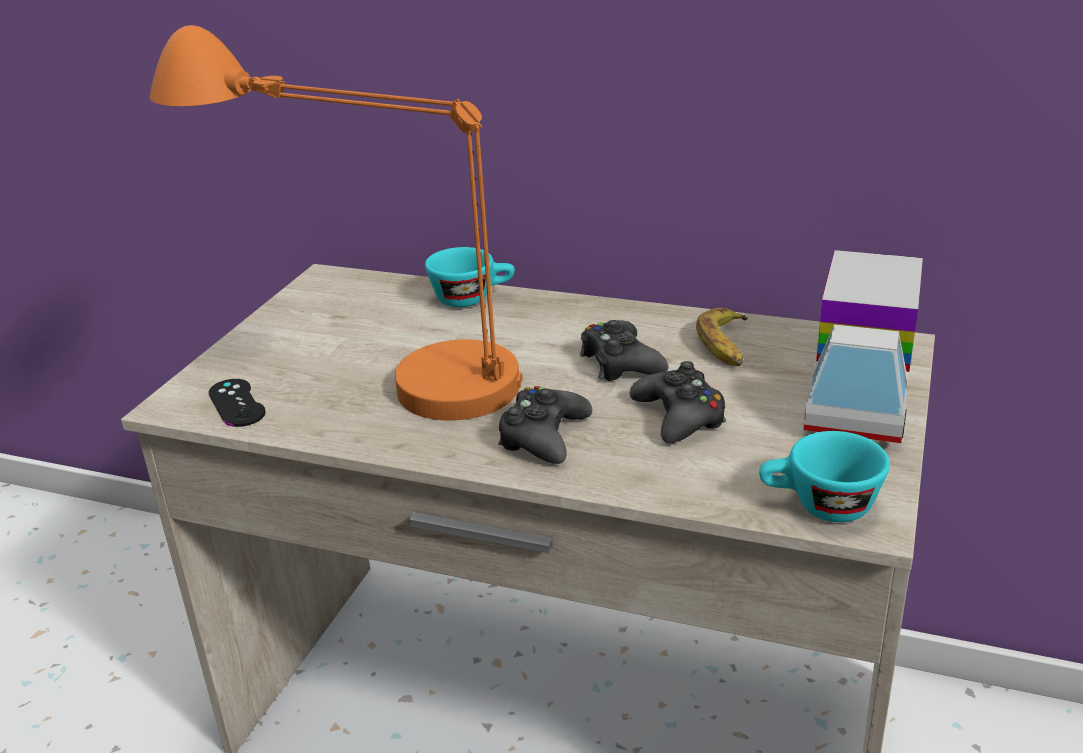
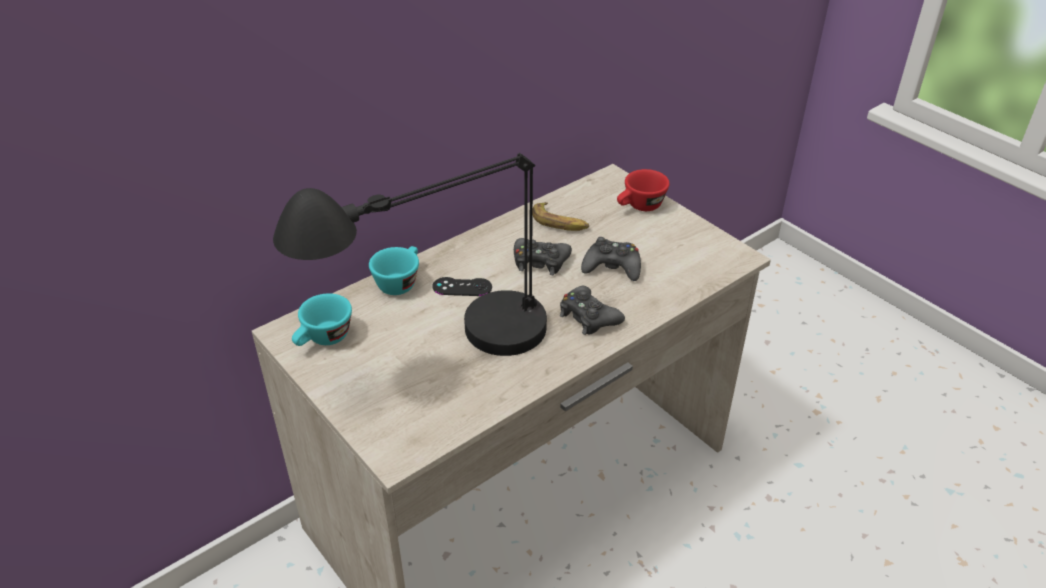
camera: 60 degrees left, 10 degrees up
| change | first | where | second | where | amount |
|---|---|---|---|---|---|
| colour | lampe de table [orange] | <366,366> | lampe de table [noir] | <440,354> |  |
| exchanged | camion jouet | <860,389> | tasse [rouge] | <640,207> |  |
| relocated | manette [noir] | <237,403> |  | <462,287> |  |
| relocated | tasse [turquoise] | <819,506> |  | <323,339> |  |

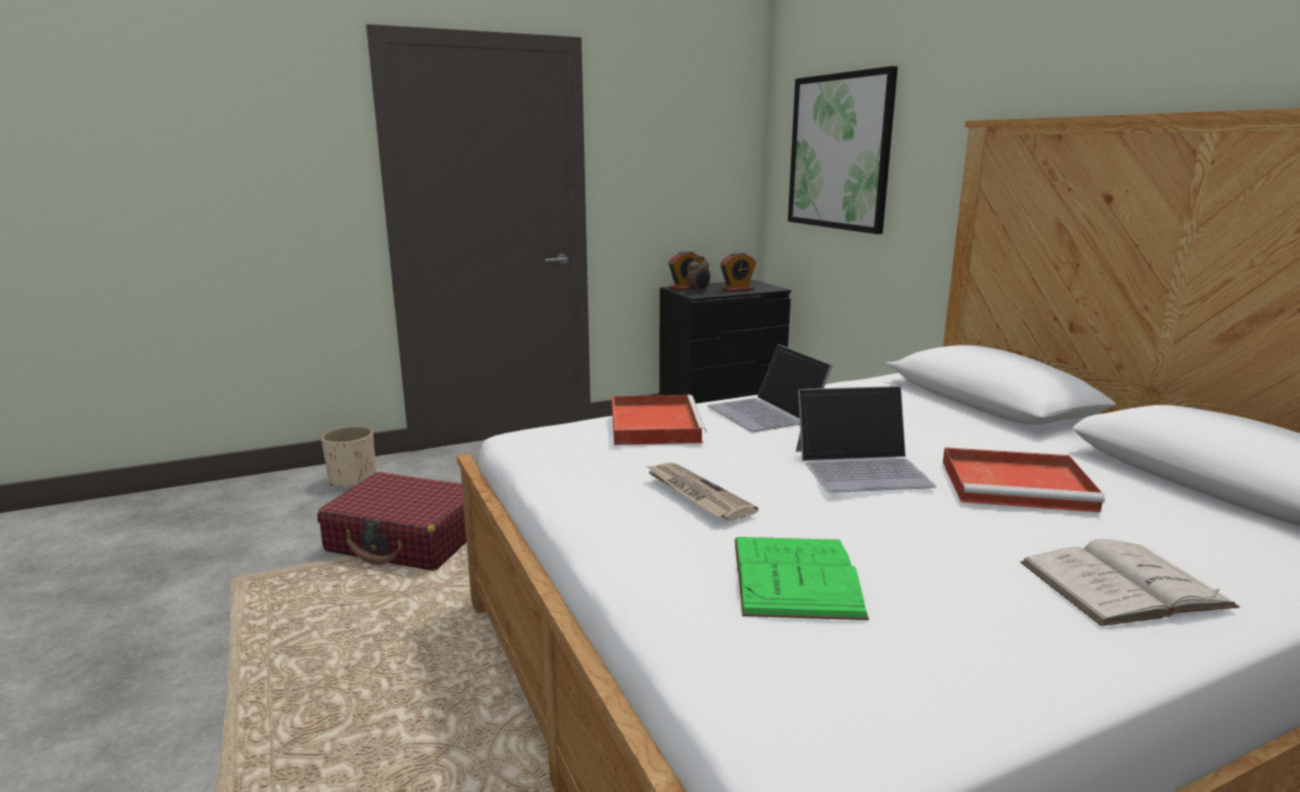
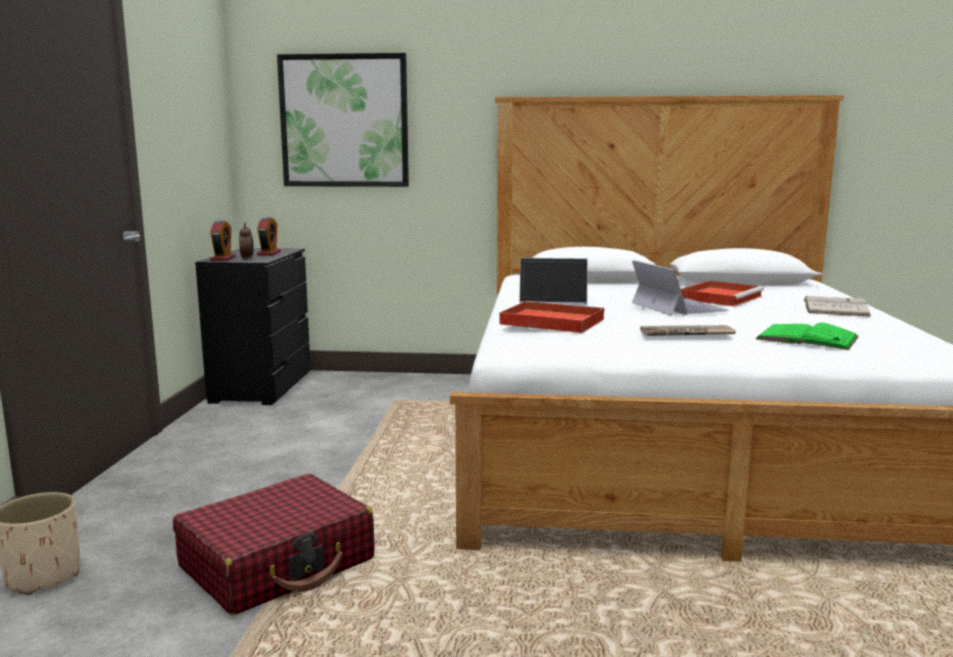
camera: 60 degrees left, 5 degrees down
| change | first | where | second | where | amount |
|---|---|---|---|---|---|
| spun | ordinateur portable | <862,467> |  | <677,307> | 45 degrees counterclockwise |

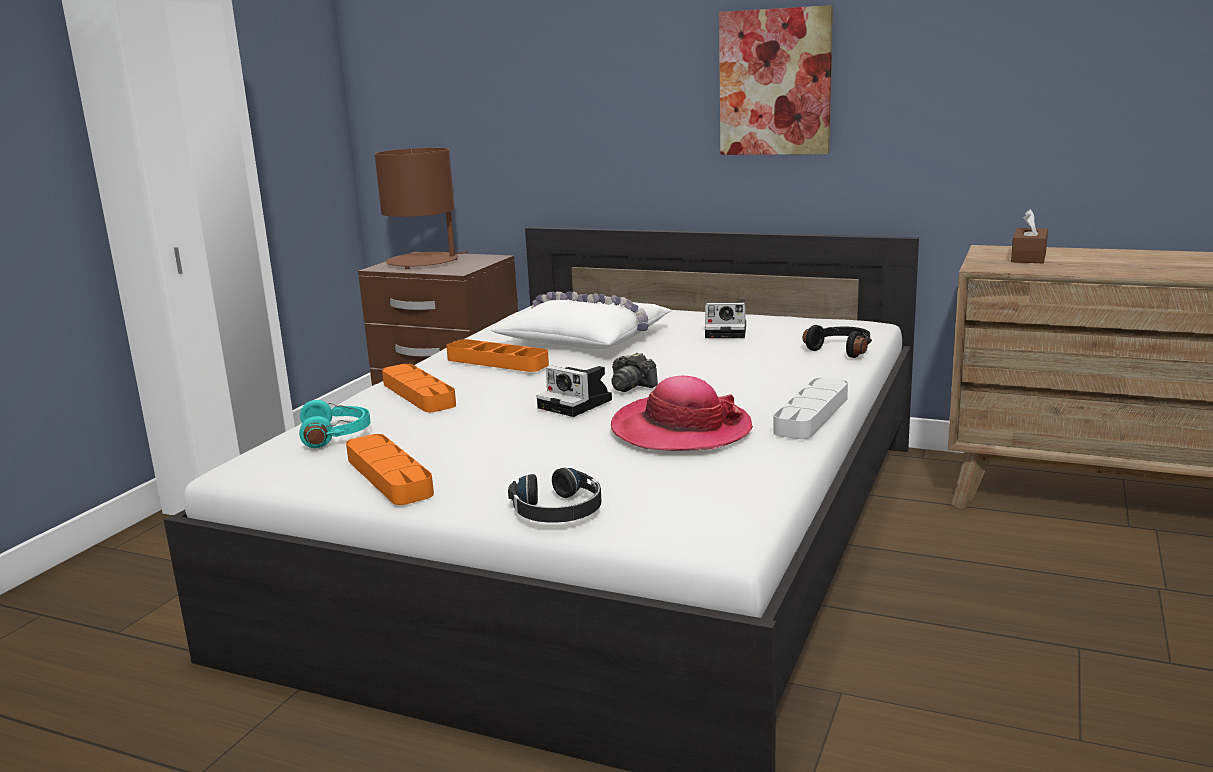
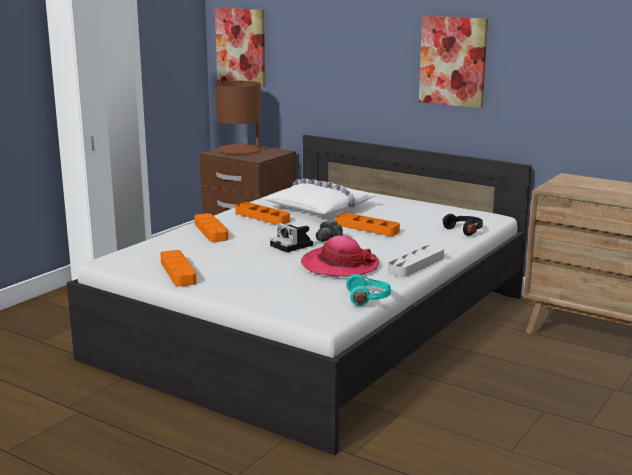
camera: 10 degrees right, 0 degrees up
| change | first | where | second | where | amount |
|---|---|---|---|---|---|
| missing | boîte à mouchoirs [marron] | <1028,257> |  |  |  |
| missing | appareil photo | <728,331> |  |  |  |
| relocated | casque audio [turquoise] | <336,435> |  | <369,298> |  |
| missing | casque audio [noir] | <558,510> |  |  |  |
| appeared |  |  | tableau | <241,46> |  |
| appeared |  |  | plateau [orange] | <367,228> |  |

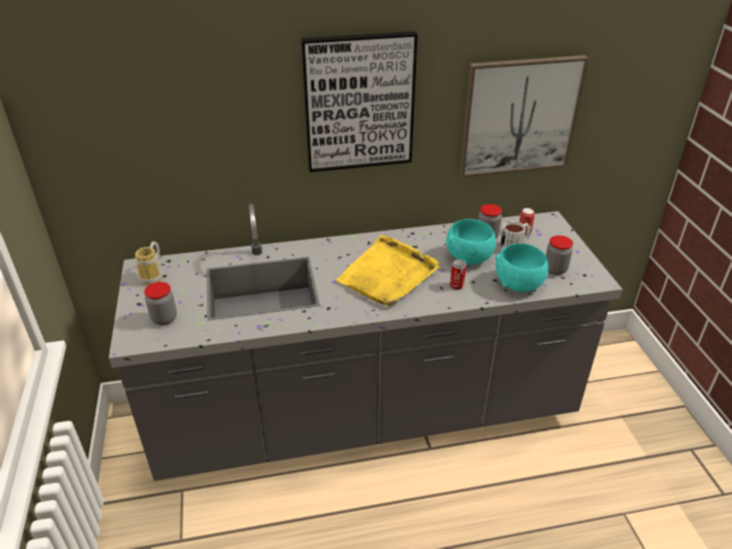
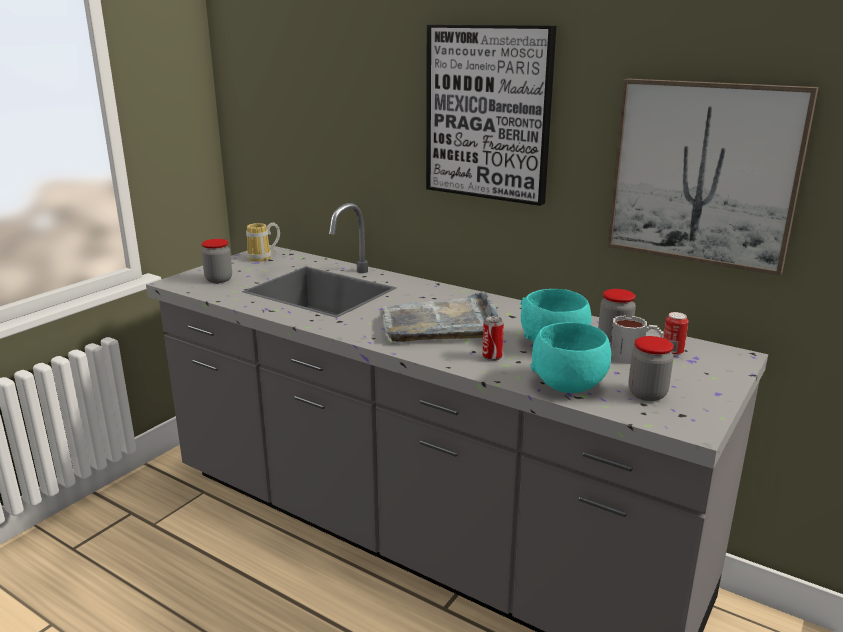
camera: 45 degrees right, 15 degrees down
| change | first | where | second | where | amount |
|---|---|---|---|---|---|
| colour | plateau [jaune] | <388,274> | plateau [gris] | <440,323> |  |

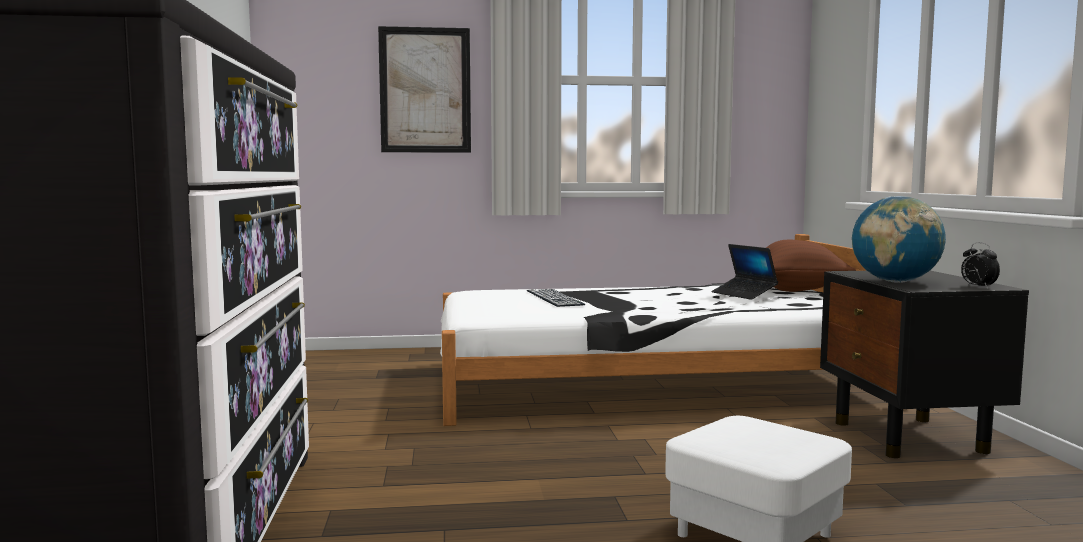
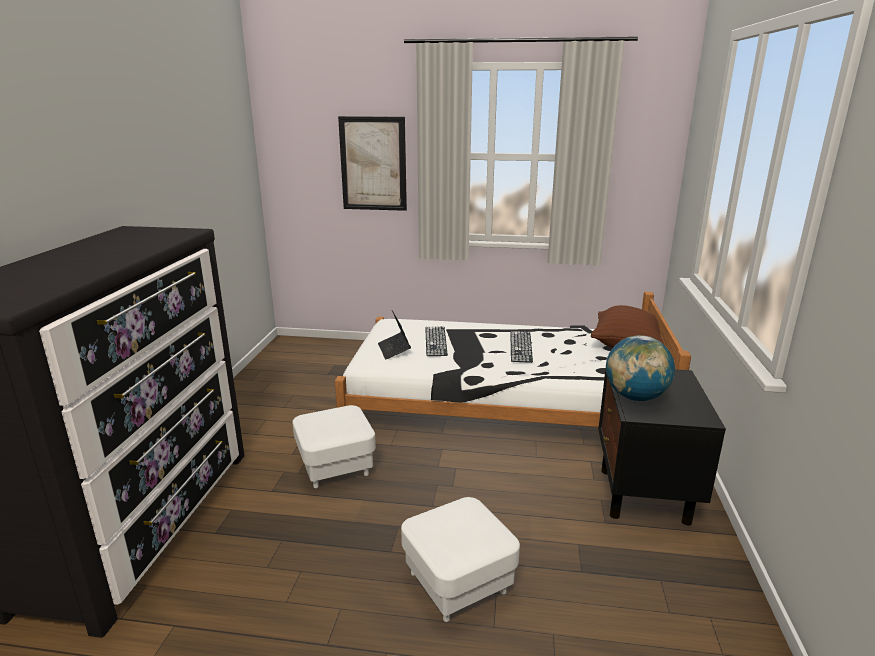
camera: 15 degrees right, 15 degrees up
| change | first | where | second | where | amount |
|---|---|---|---|---|---|
| missing | réveil | <977,287> |  |  |  |
| relocated | ordinateur portable | <744,294> |  | <394,350> |  |
| appeared |  |  | clavier | <521,346> |  |
| appeared |  |  | pouf [blanc] | <336,466> |  |

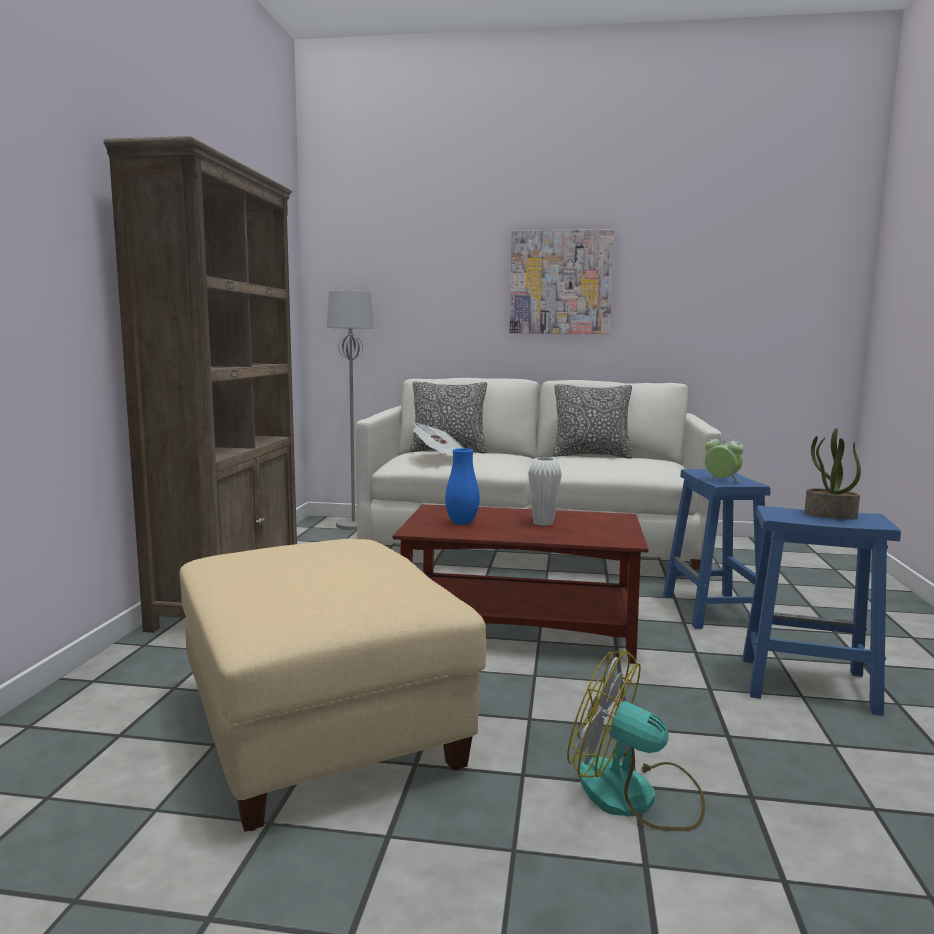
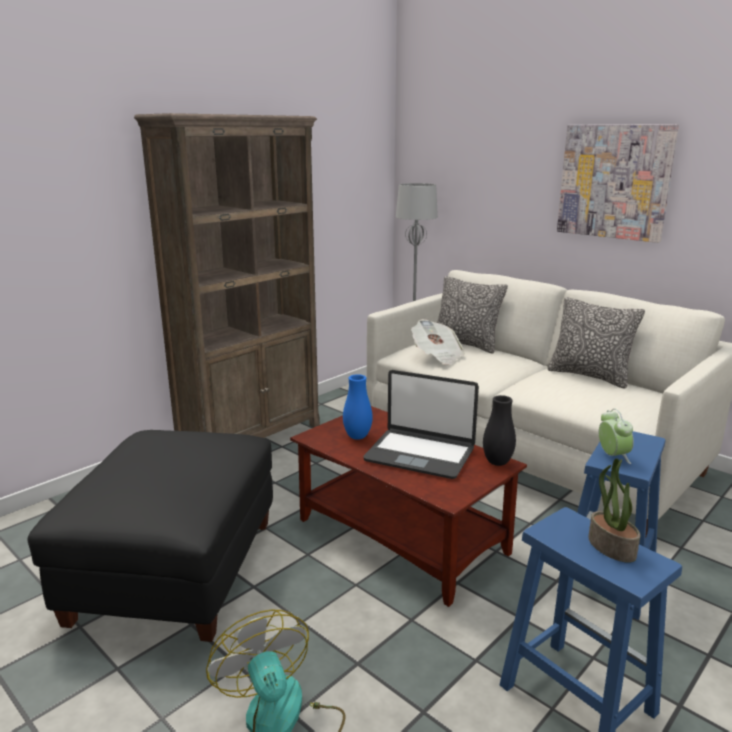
camera: 35 degrees right, 10 degrees up
| change | first | where | second | where | amount |
|---|---|---|---|---|---|
| exchanged | vase [blanc] | <543,523> | ordinateur portable | <420,454> |  |
| colour | pouf [beige] | <322,729> | pouf [noir] | <176,572> |  |
| appeared |  |  | vase [noir] | <497,462> |  |

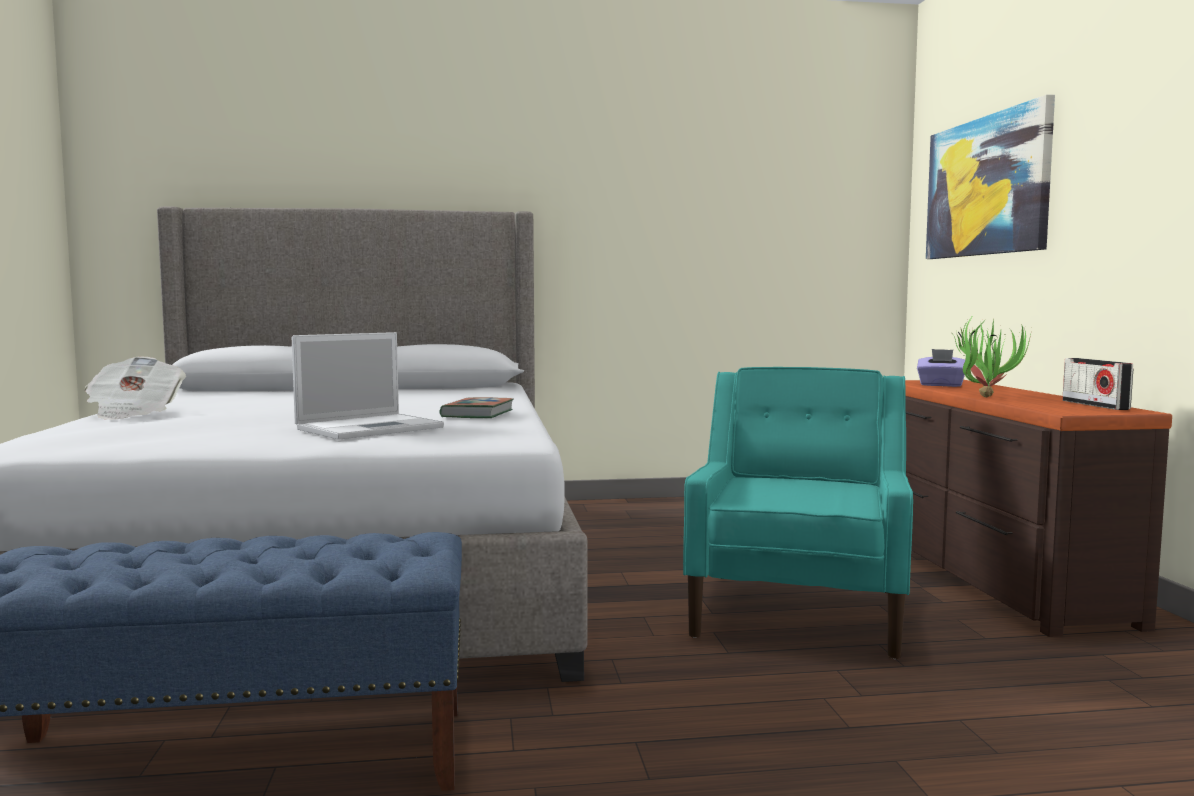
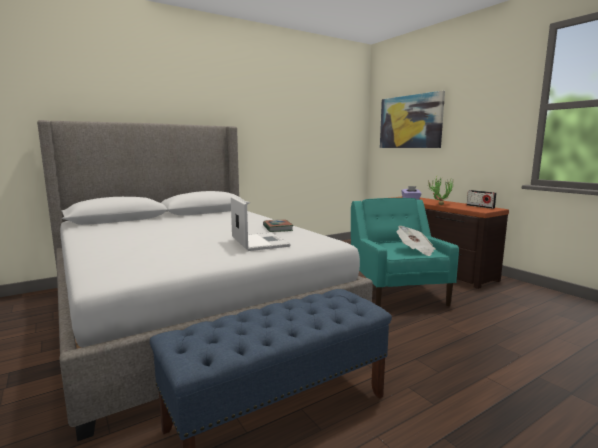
camera: 25 degrees left, 5 degrees up
| change | first | where | second | where | amount |
|---|---|---|---|---|---|
| spun | ordinateur portable | <372,428> |  | <259,242> | 45 degrees counterclockwise |
| relocated | journal | <134,413> |  | <415,251> |  |

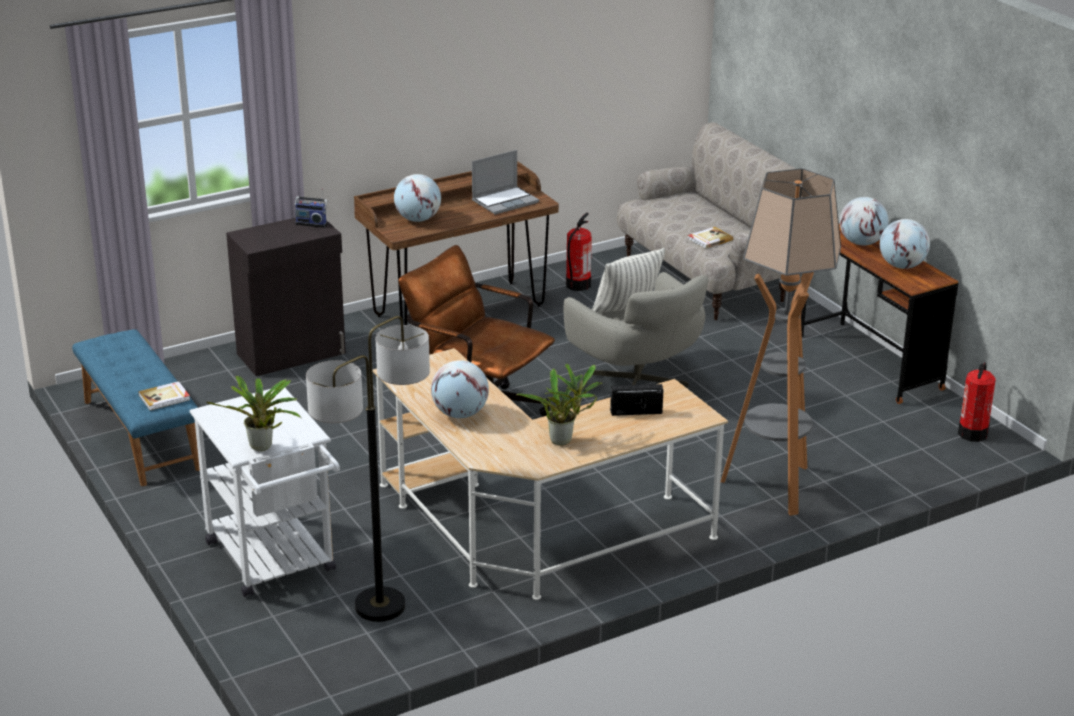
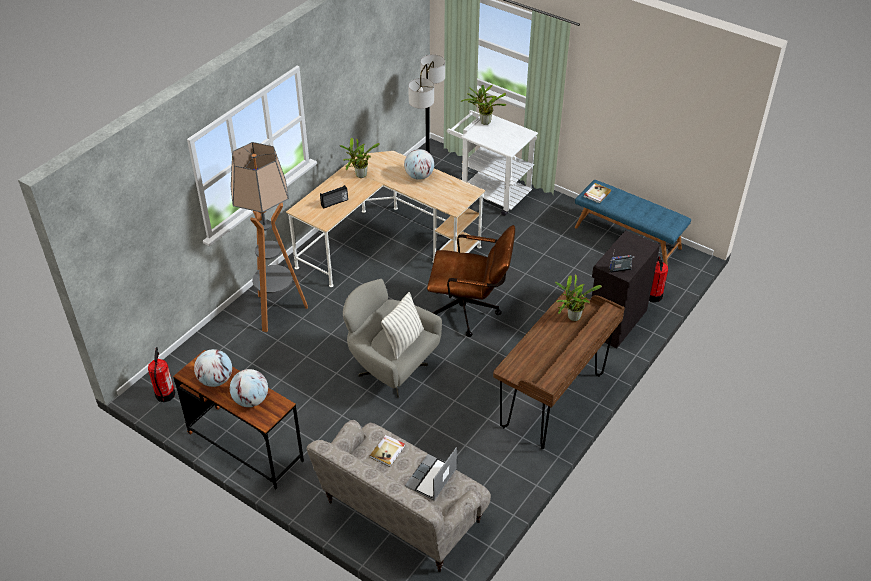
camera: 155 degrees right, 15 degrees up
| change | first | where | second | where | amount |
|---|---|---|---|---|---|
| relocated | ordinateur portable | <505,201> |  | <431,479> |  |
| exchanged | globe | <418,219> | plante en pot | <572,318> |  |
| relocated | extincteur | <577,285> |  | <653,295> |  |

